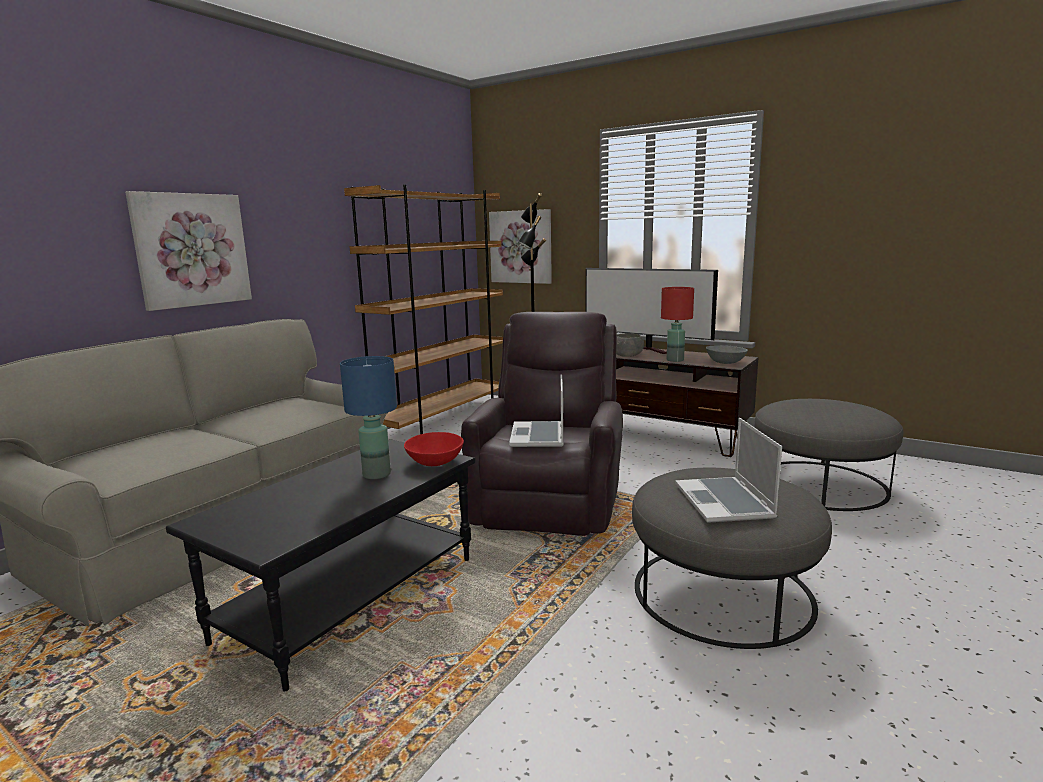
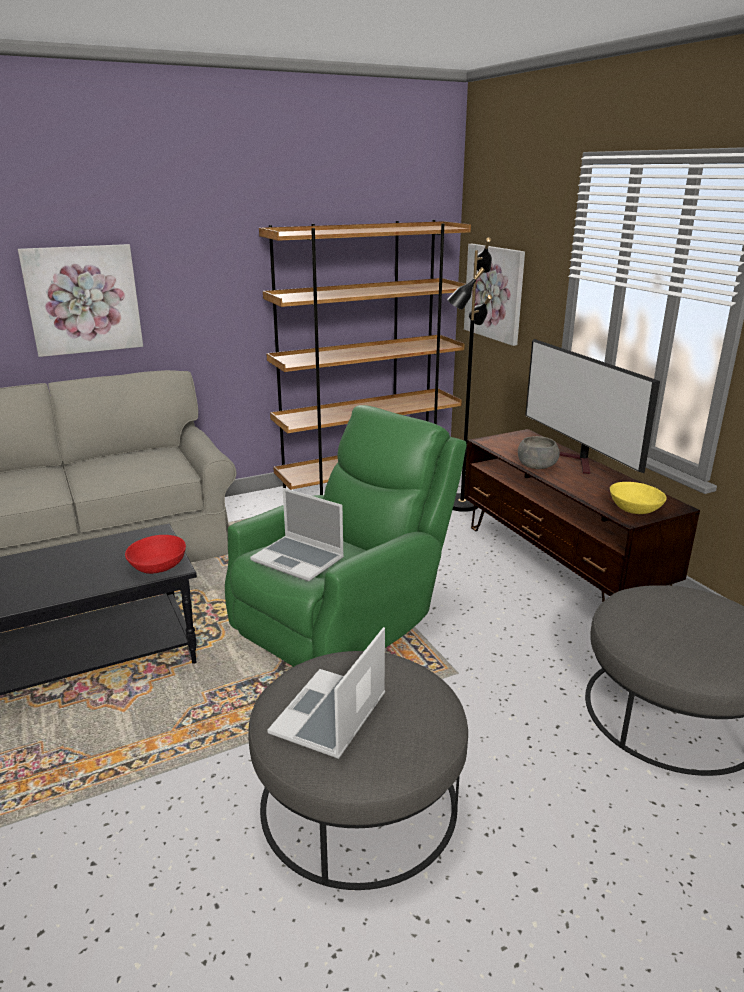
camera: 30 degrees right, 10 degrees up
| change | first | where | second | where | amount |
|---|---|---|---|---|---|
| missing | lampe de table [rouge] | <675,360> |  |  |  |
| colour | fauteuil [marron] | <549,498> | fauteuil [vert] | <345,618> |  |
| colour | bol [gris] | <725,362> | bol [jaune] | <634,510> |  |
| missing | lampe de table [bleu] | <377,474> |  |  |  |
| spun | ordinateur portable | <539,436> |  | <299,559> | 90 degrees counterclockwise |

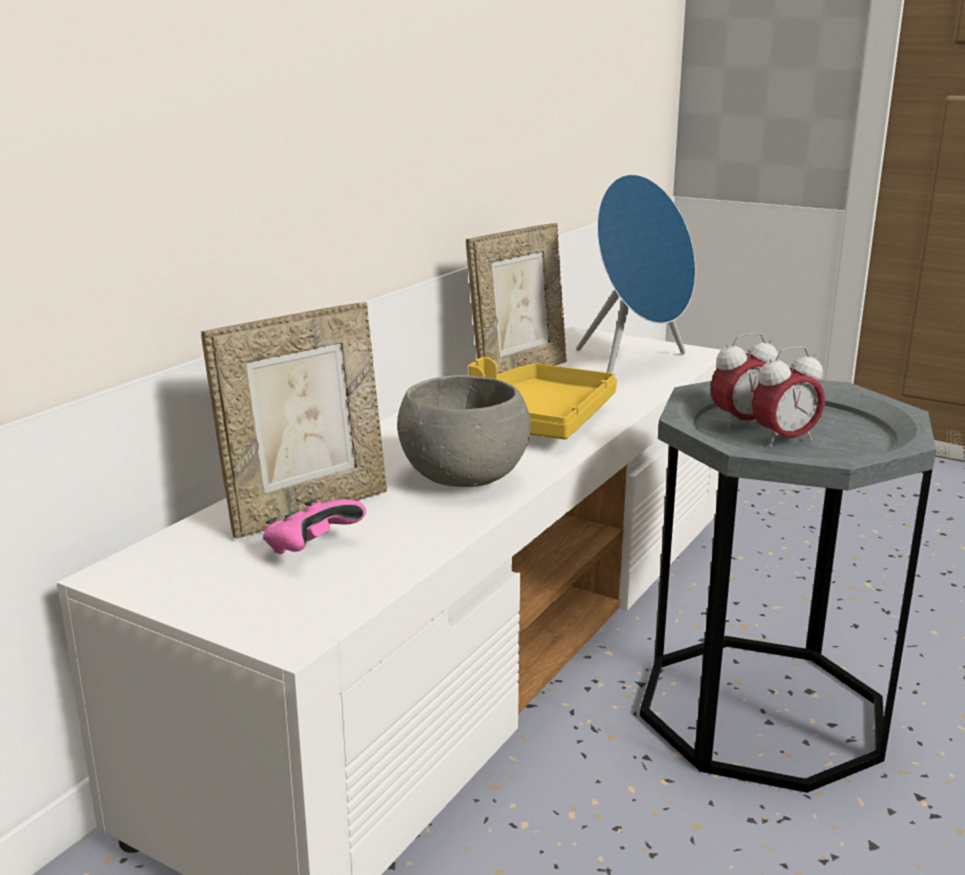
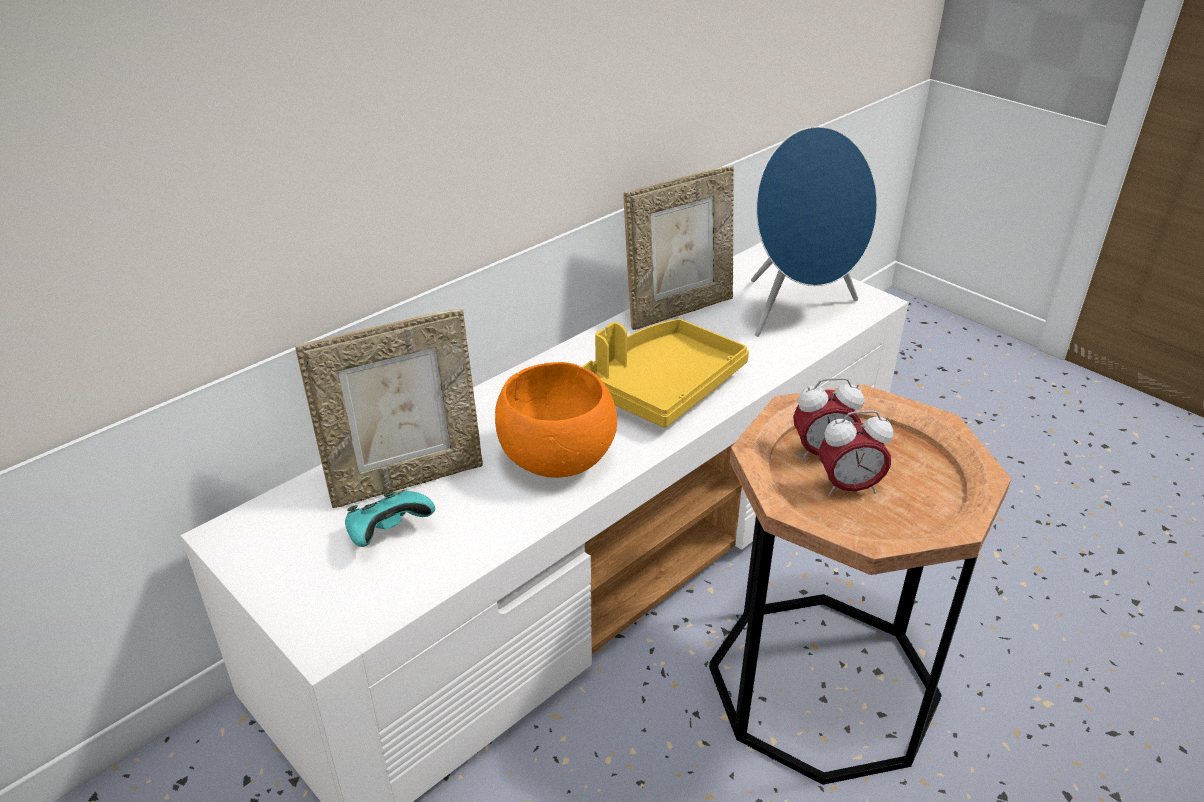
camera: 15 degrees right, 15 degrees up
| change | first | where | second | where | amount |
|---|---|---|---|---|---|
| colour | bol [gris] | <463,479> | bol [orange] | <555,460> |  |
| colour | table d'appoint [gris] | <761,709> | table d'appoint [marron] | <822,683> |  |
| colour | manette [rose] | <312,549> | manette [turquoise] | <389,532> |  |

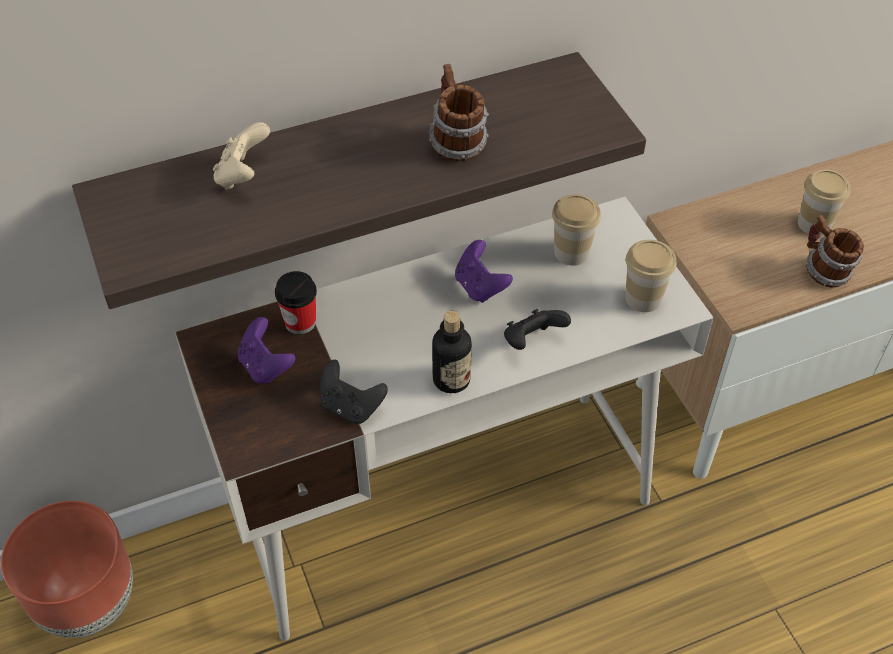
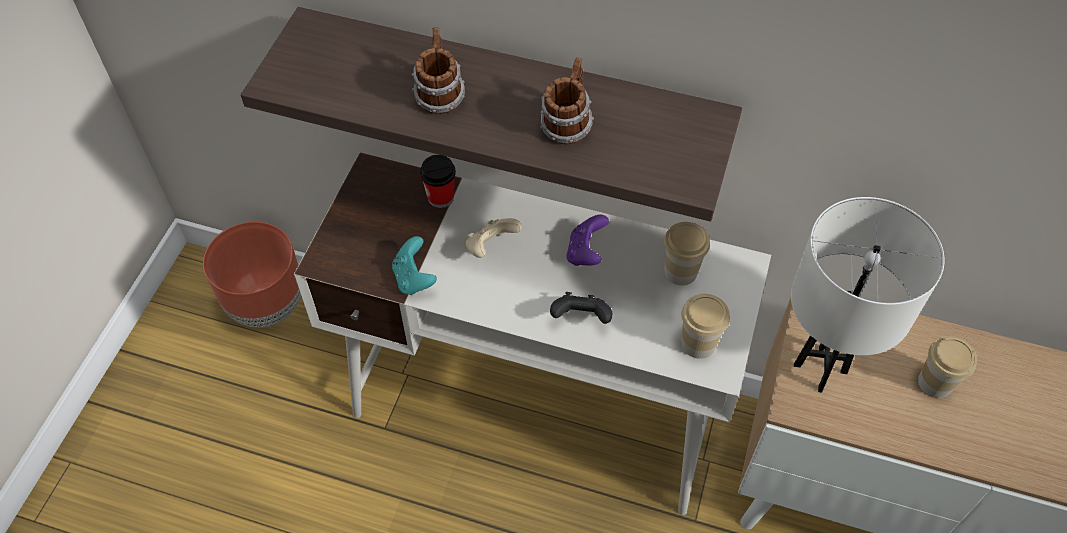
camera: 40 degrees right, 5 degrees up
| change | first | where | second | where | amount |
|---|---|---|---|---|---|
| relocated | manette [beige] | <243,175> |  | <491,247> |  |
| relocated | mug | <824,272> |  | <439,96> |  |
| missing | bouteille | <451,379> |  |  |  |
| missing | manette [violet] | <265,366> |  |  |  |
| colour | manette [noir] | <350,407> | manette [turquoise] | <414,278> |  |
| appeared |  |  | lampe de table [blanc] | <820,369> |  |

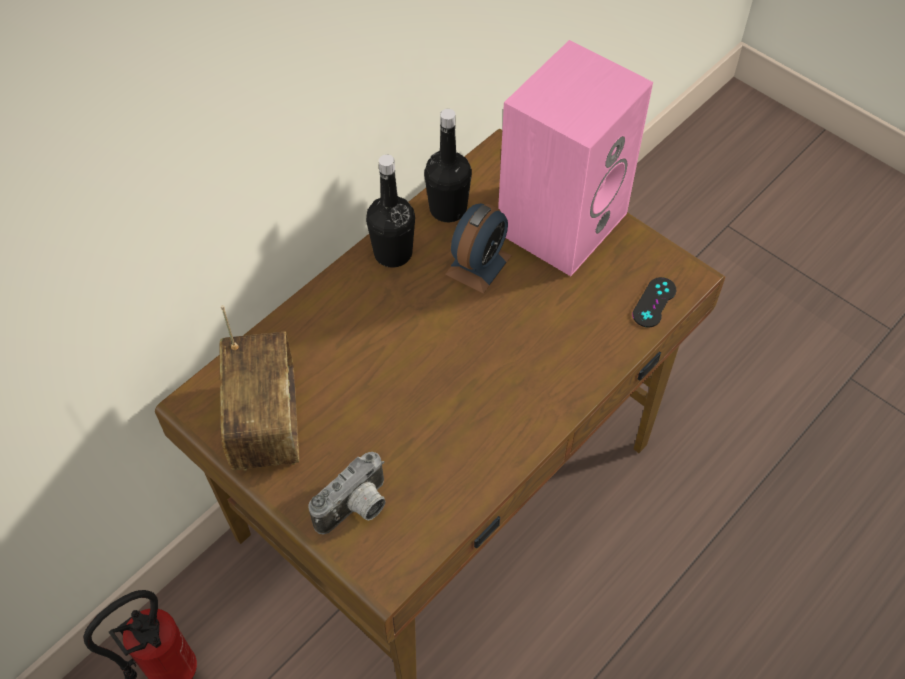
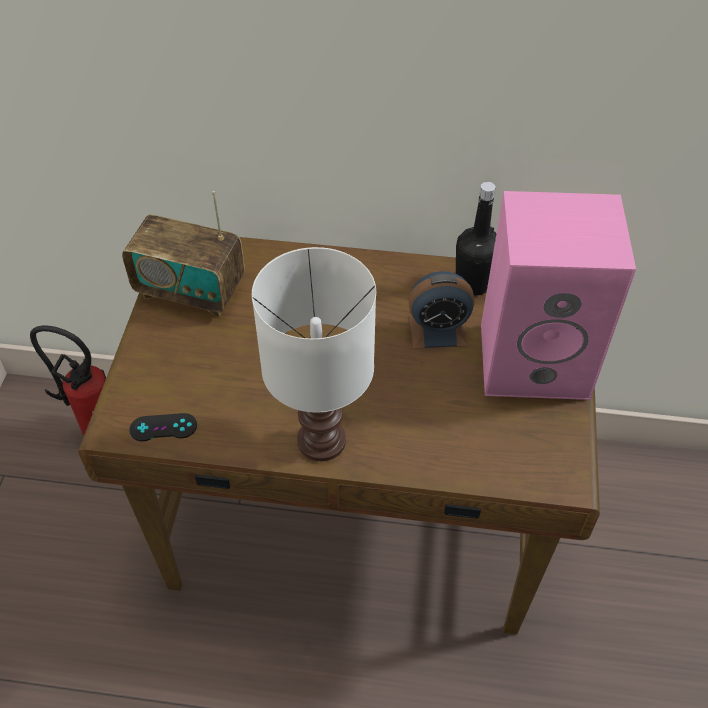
camera: 55 degrees right, 5 degrees down
| change | first | where | second | where | amount |
|---|---|---|---|---|---|
| missing | bouteille [noir] | <393,253> |  |  |  |
| relocated | manette [noir] | <654,302> |  | <163,427> |  |
| spun | radio | <265,424> |  | <191,291> | 60 degrees clockwise |
| missing | appareil photo | <356,509> |  |  |  |
| appeared |  |  | lampe de table [blanc] | <321,442> |  |

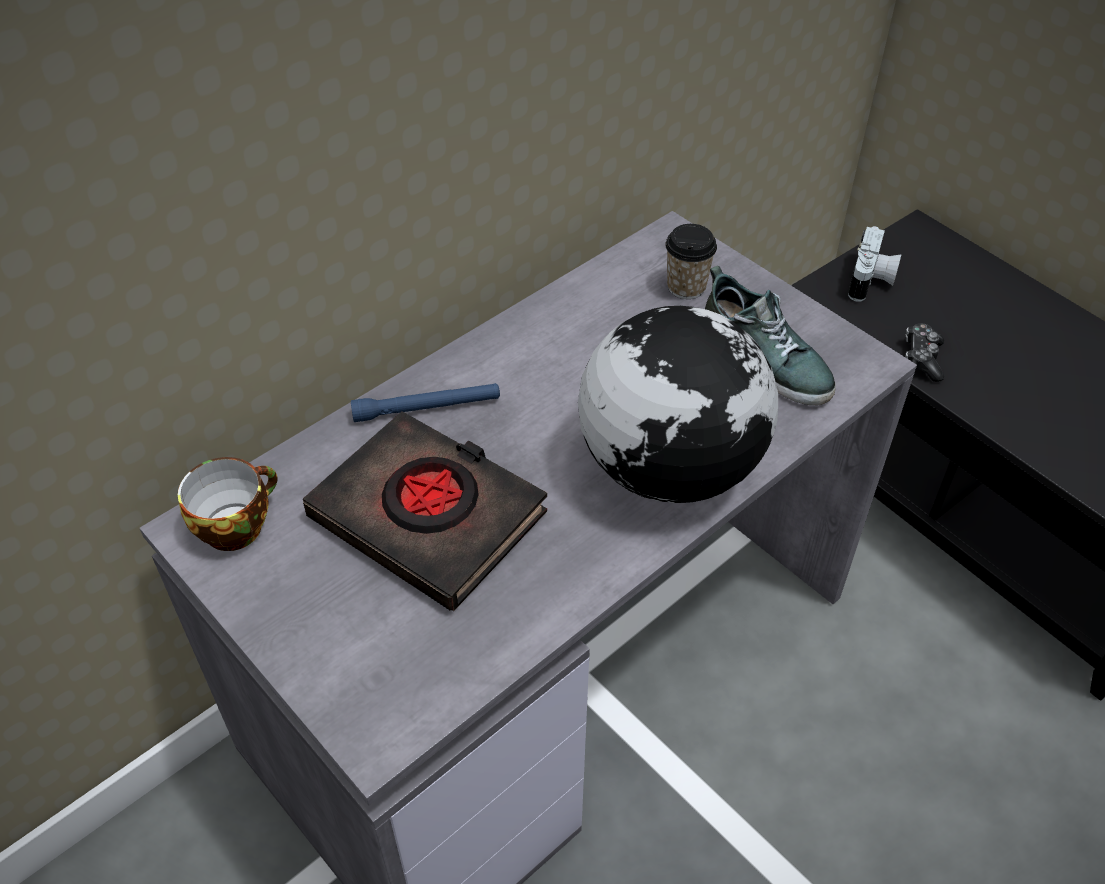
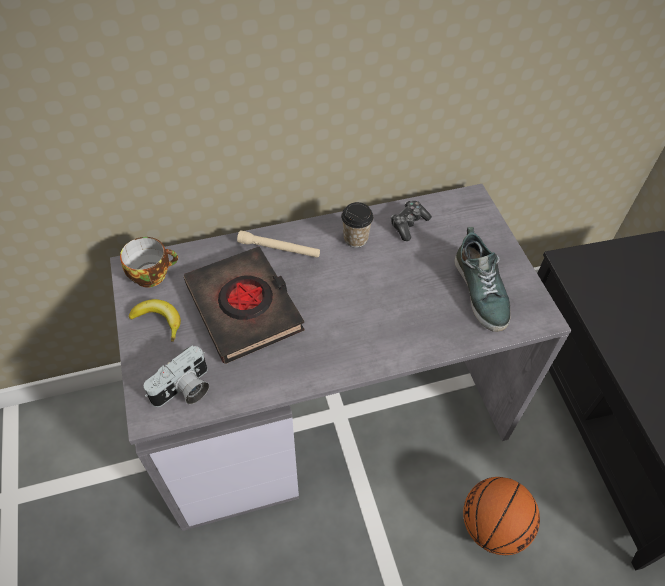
camera: 25 degrees right, 5 degrees up
| change | first | where | second | where | amount |
|---|---|---|---|---|---|
| relocated | tasse | <686,287> |  | <355,239> |  |
| relocated | appareil photo | <871,281> |  | <184,390> |  |
| missing | globe | <669,466> |  |  |  |
| relocated | manette | <922,358> |  | <408,224> |  |
| colour | lampe de poche [bleu] | <427,408> | lampe de poche [beige] | <279,249> |  |
| appeared |  |  | banane | <159,320> |  |
| appeared |  |  | ballon de basket | <493,526> |  |

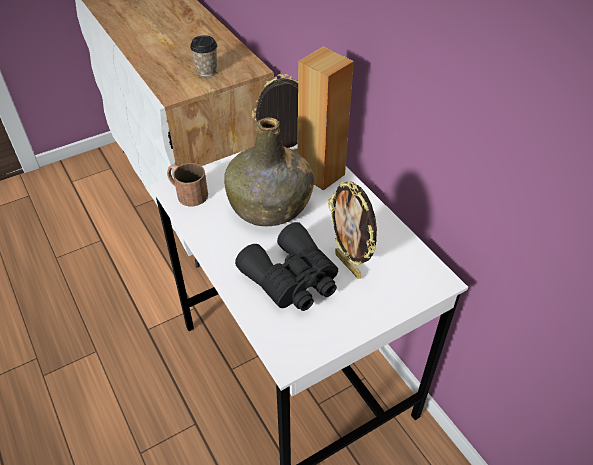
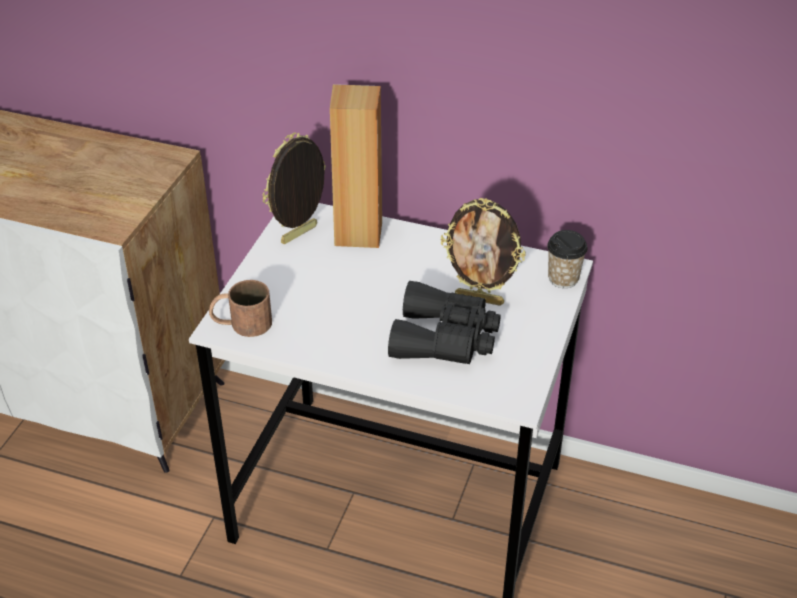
camera: 40 degrees left, 5 degrees down
| change | first | where | second | where | amount |
|---|---|---|---|---|---|
| relocated | tasse | <206,71> |  | <563,278> |  |
| missing | bouteille [vert] | <270,206> |  |  |  |

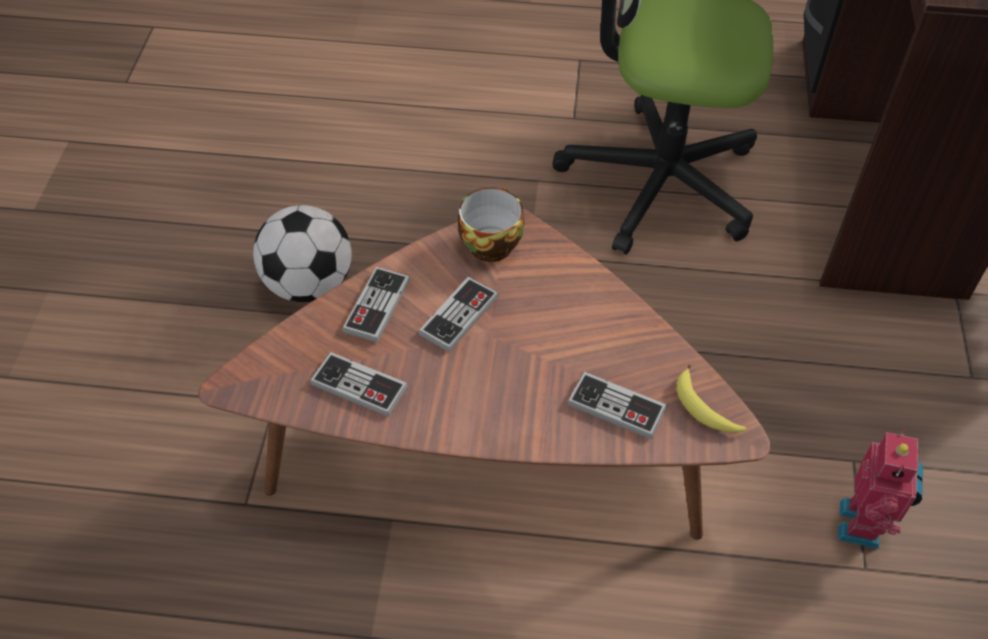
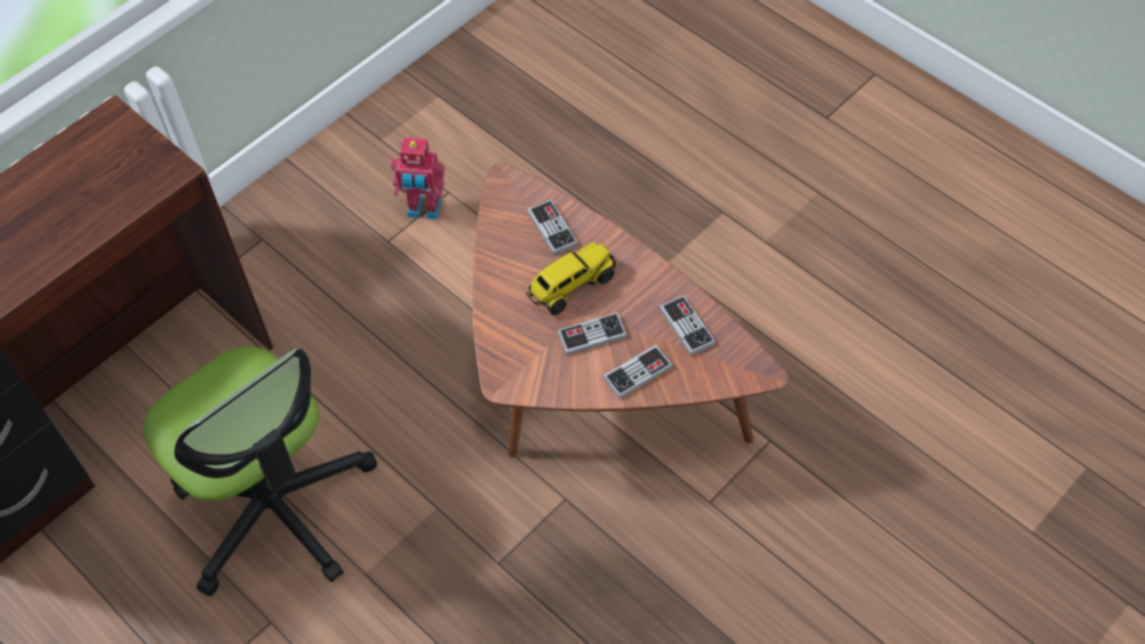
camera: 140 degrees left, 5 degrees up
| change | first | where | second | where | amount |
|---|---|---|---|---|---|
| missing | tasse | <490,242> |  |  |  |
| missing | ballon de foot | <309,284> |  |  |  |
| missing | banane | <704,408> |  |  |  |
| spun | robot jouet | <863,525> |  | <424,209> | 135 degrees counterclockwise |
| appeared |  |  | camion jouet | <571,286> |  |

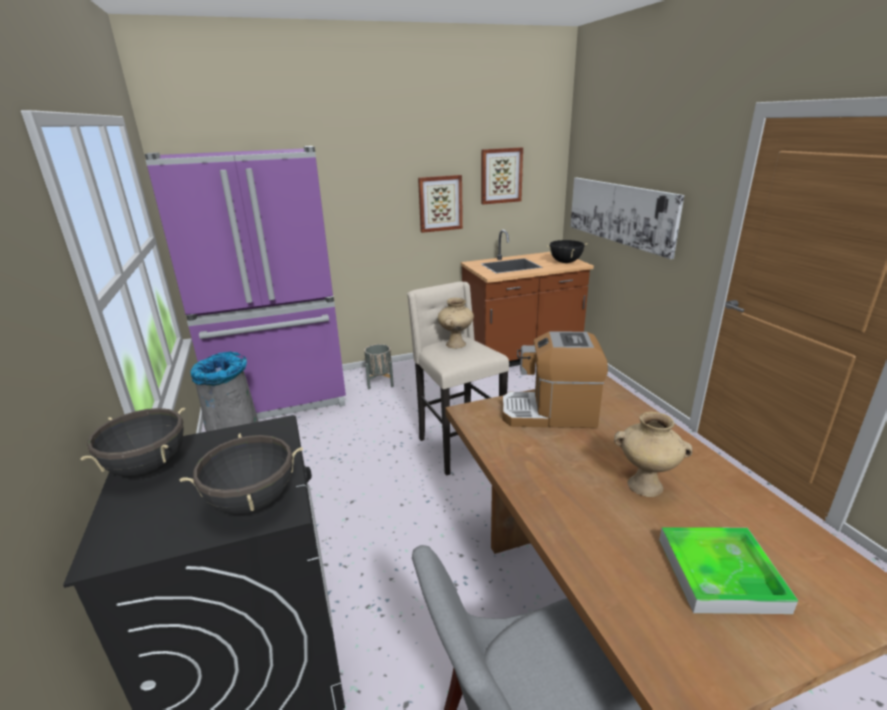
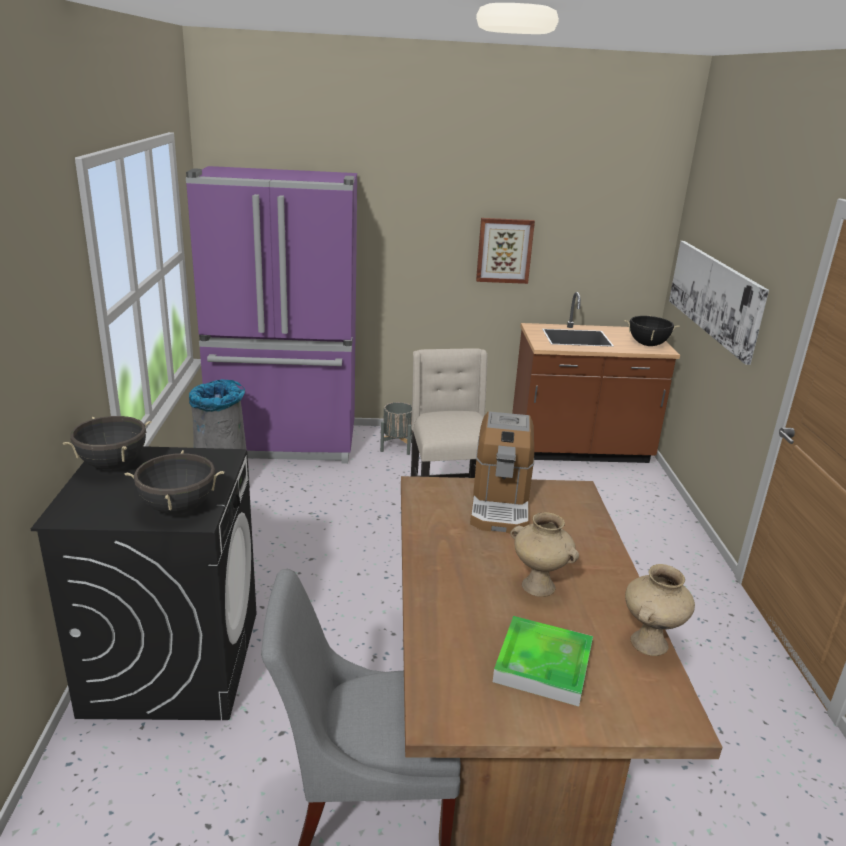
camera: 15 degrees right, 0 degrees up
| change | first | where | second | where | amount |
|---|---|---|---|---|---|
| missing | tableau | <501,175> |  |  |  |
| relocated | vase [beige] | <456,344> |  | <649,644> |  |
| spun | machine à café | <550,413> |  | <500,504> | 105 degrees counterclockwise |

